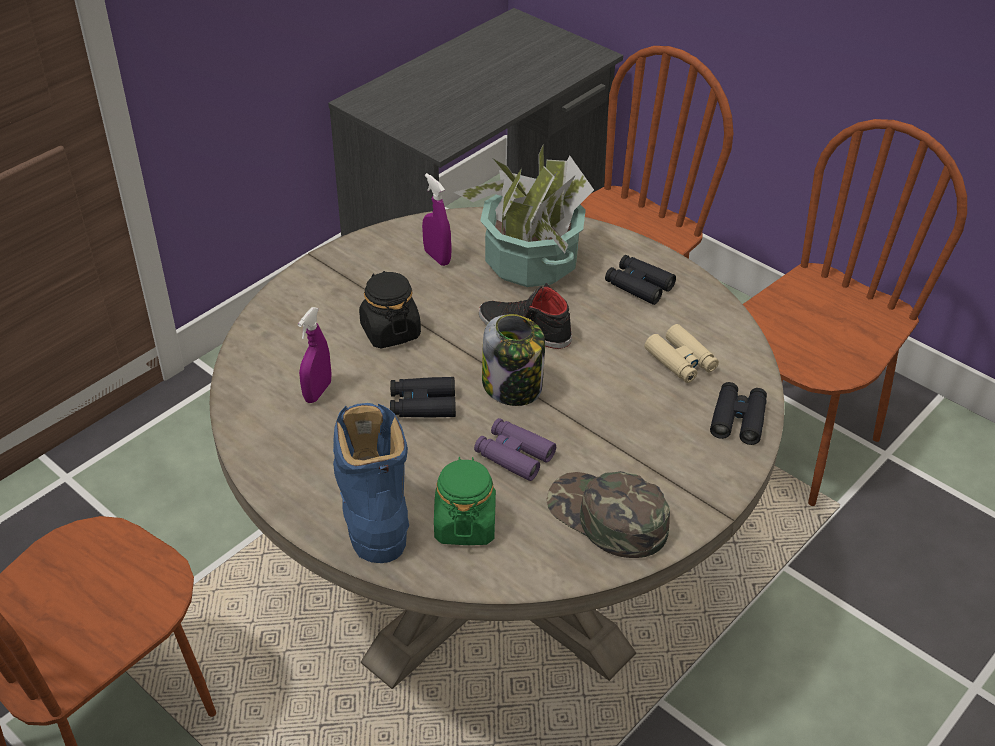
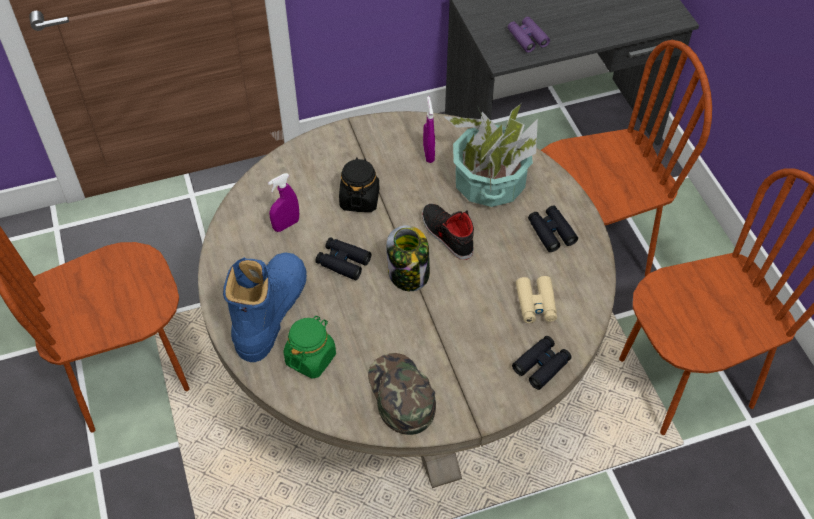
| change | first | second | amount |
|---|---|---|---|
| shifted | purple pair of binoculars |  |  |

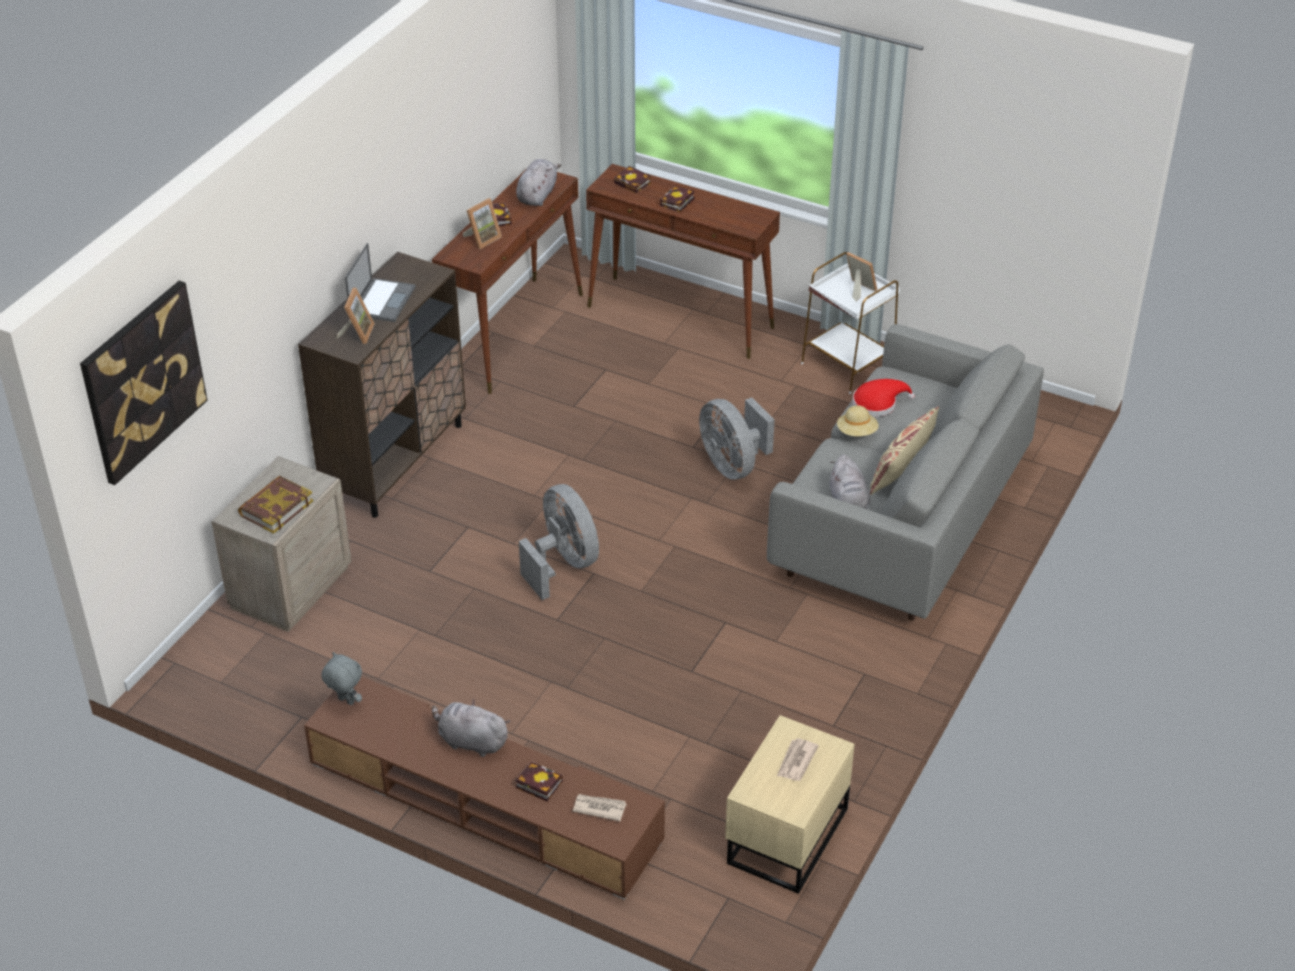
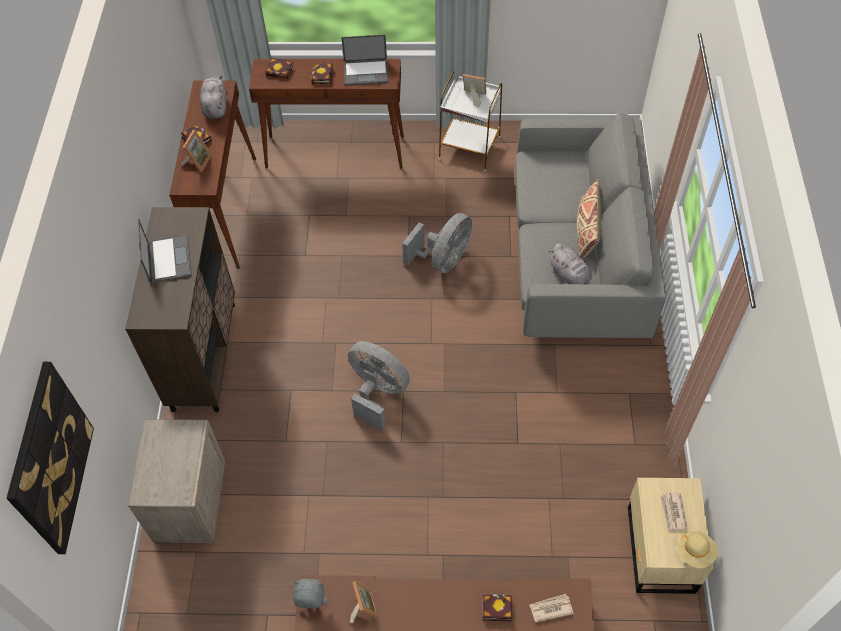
| change | first | second | amount |
|---|---|---|---|
| gone | volume (no. 1 from left) |  |  |
| gone | grey soft toy (no. 2 from left) |  |  |
| gone | red clothing hat |  |  |
| new |  | portable computer (no. 2 from left) |  |
| shifted | standing frame (no. 1 from left in the first image) | standing frame (no. 2 from left) |  |
| shifted | beige-coloured clothing hat |  |  |
| rotated | grey cooling fan (no. 2 from left) |  | 90 degrees counterclockwise |

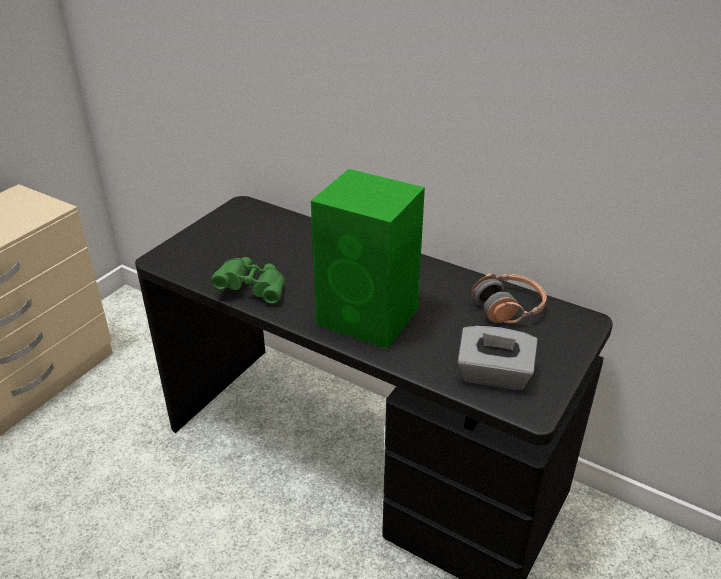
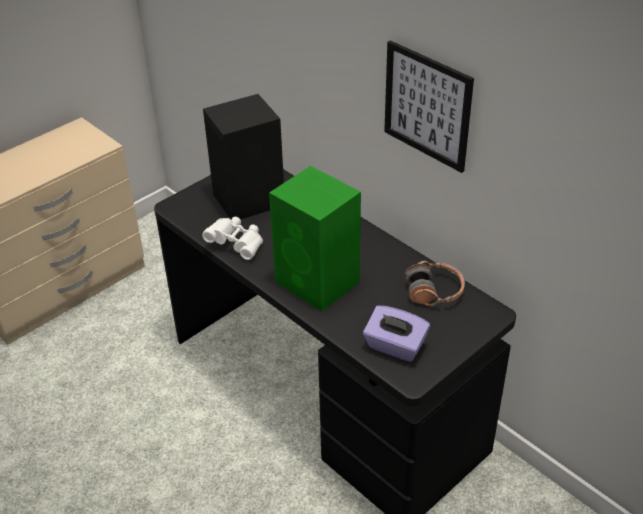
| change | first | second | amount |
|---|---|---|---|
| new |  | black-coloured speaker |  |
| new |  | wall art |  |
| repainted | green-coloured pair of binoculars | white-coloured pair of binoculars |  |
| repainted | grey tissue holder | purple tissue holder |  |

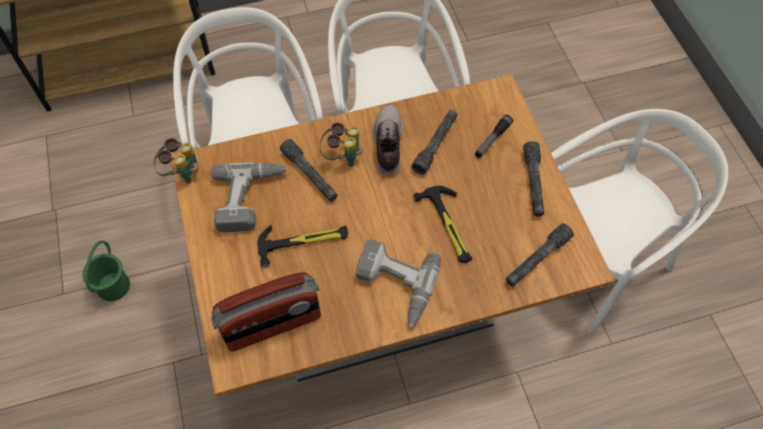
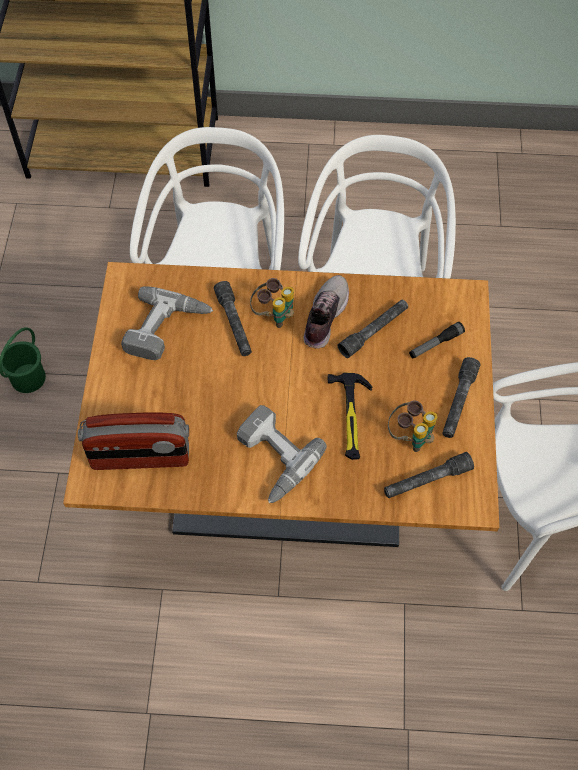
| change | first | second | amount |
|---|---|---|---|
| gone | tool hammer (no. 1 from left) |  |  |
| shifted | pair of binoculars (no. 1 from left in the first image) | pair of binoculars (no. 2 from left) |  |

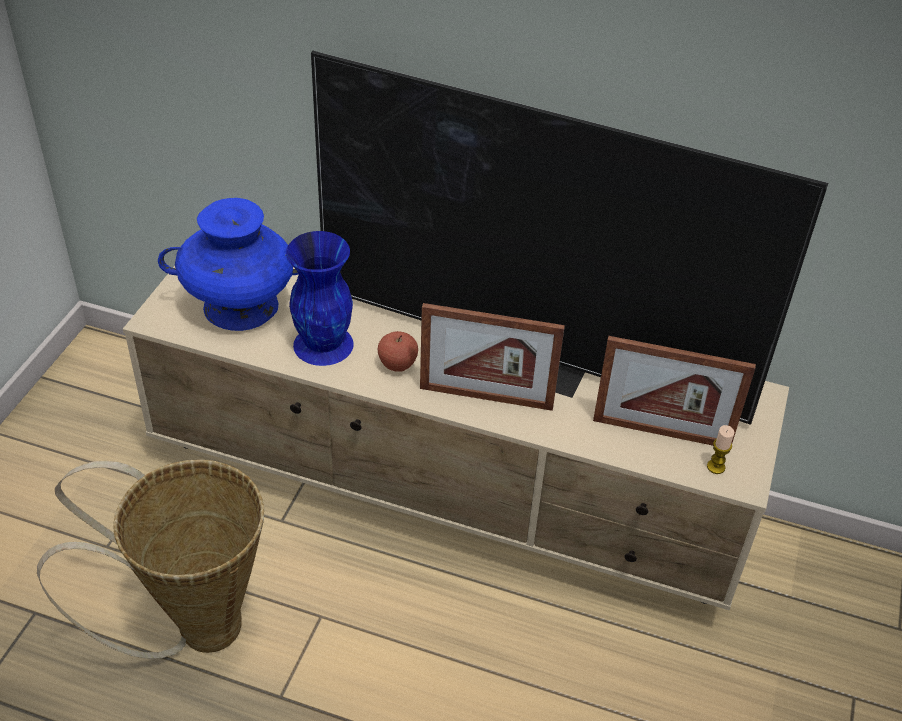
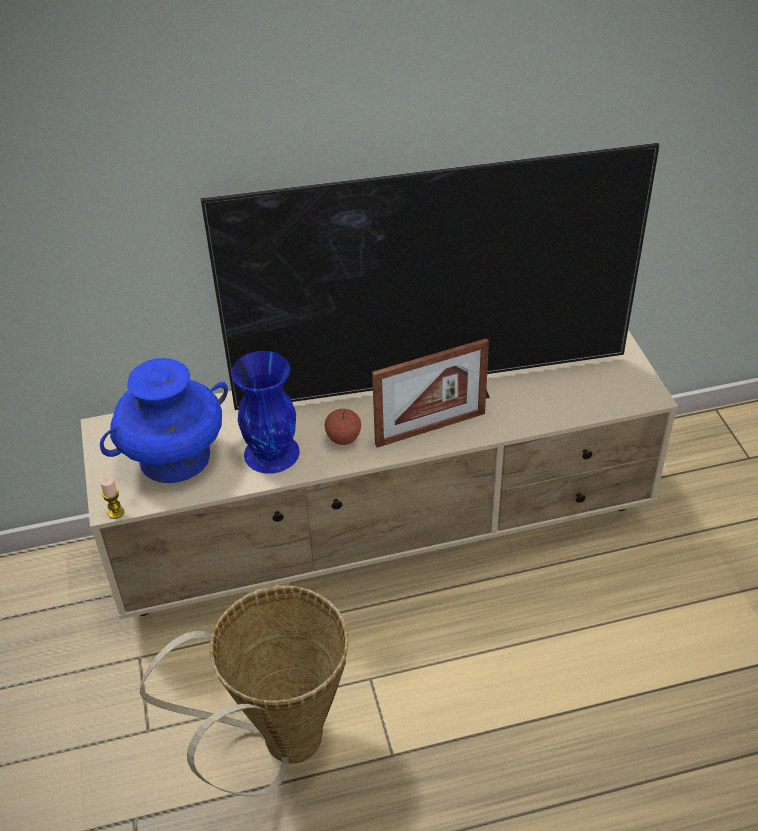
| change | first | second | amount |
|---|---|---|---|
| gone | standing frame (no. 2 from left) |  |  |
| shifted | wax light |  |  |

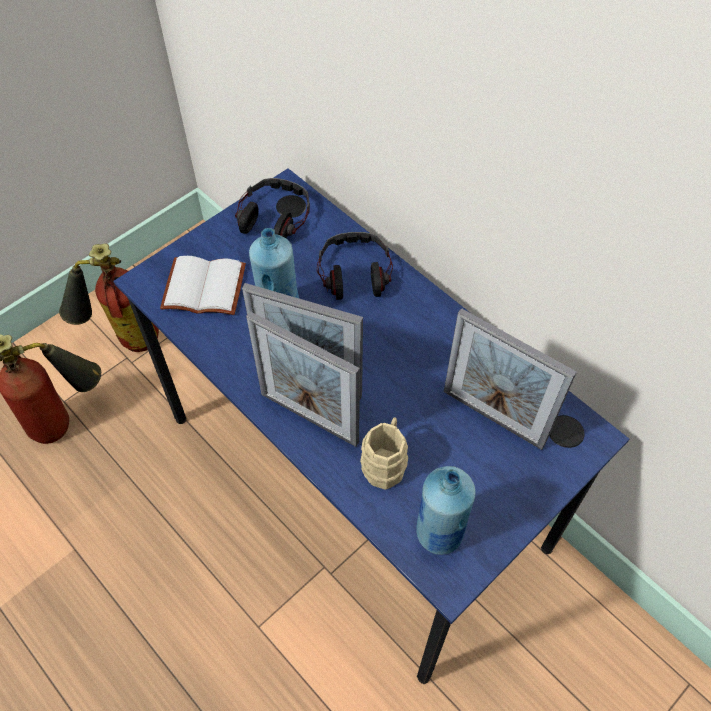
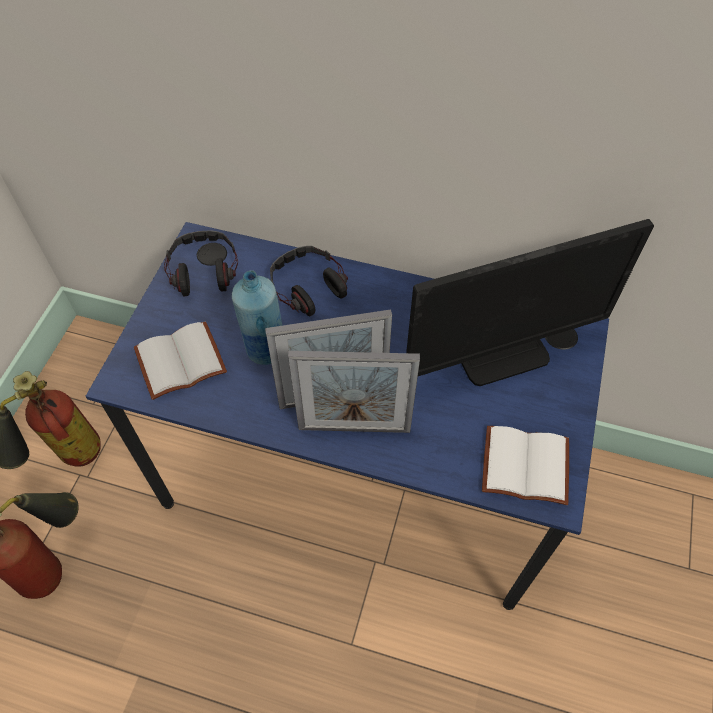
| change | first | second | amount |
|---|---|---|---|
| gone | beige-coloured coffee mug |  |  |
| swapped | blue-coloured drink bottle (no. 2 from left) | white-coloured volume (no. 2 from left) |  |
| swapped | standing frame (no. 3 from left) | monitor |  |

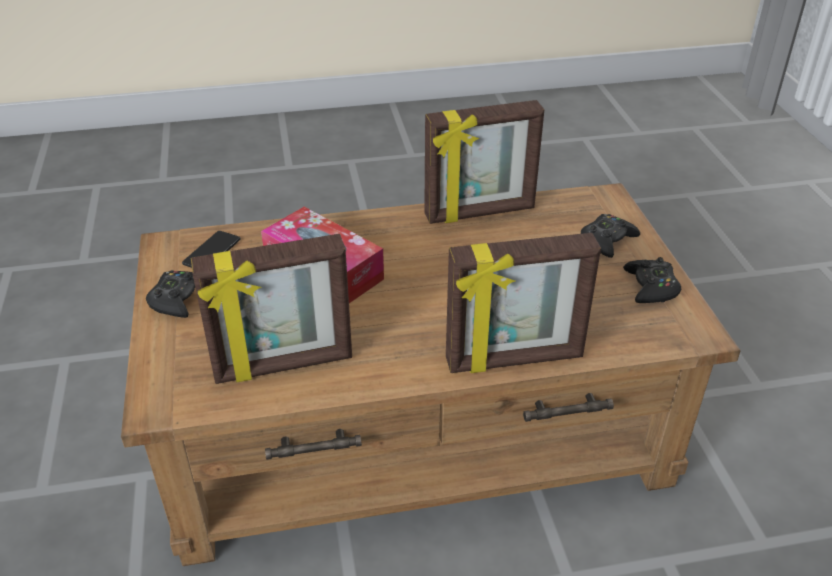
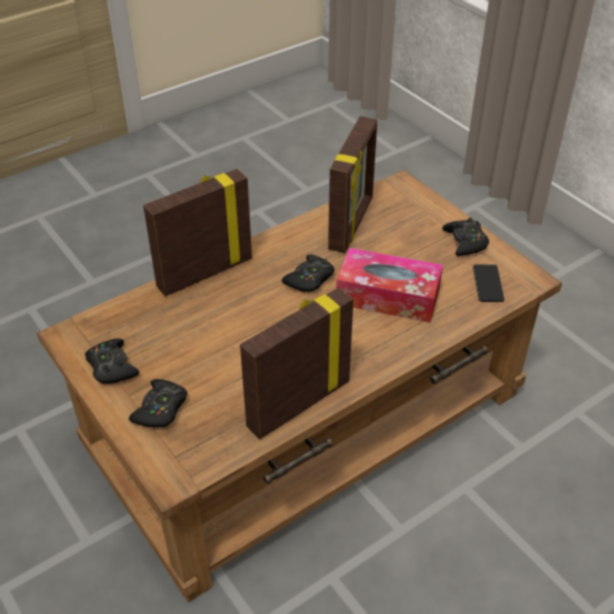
| change | first | second | amount |
|---|---|---|---|
| new |  | black-coloured joypad (no. 3 from left) |  |
| rotated | standing frame (no. 1 from left in the first image) | standing frame (no. 3 from left) | 150 degrees clockwise |

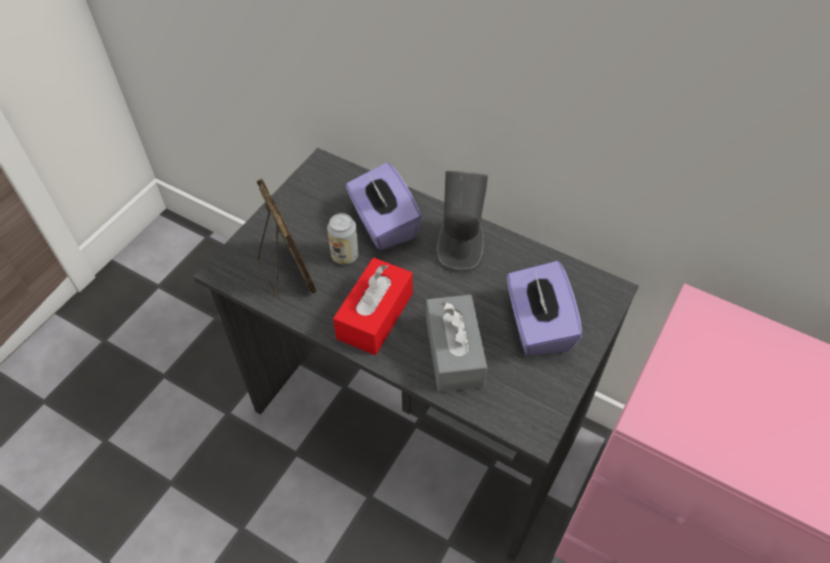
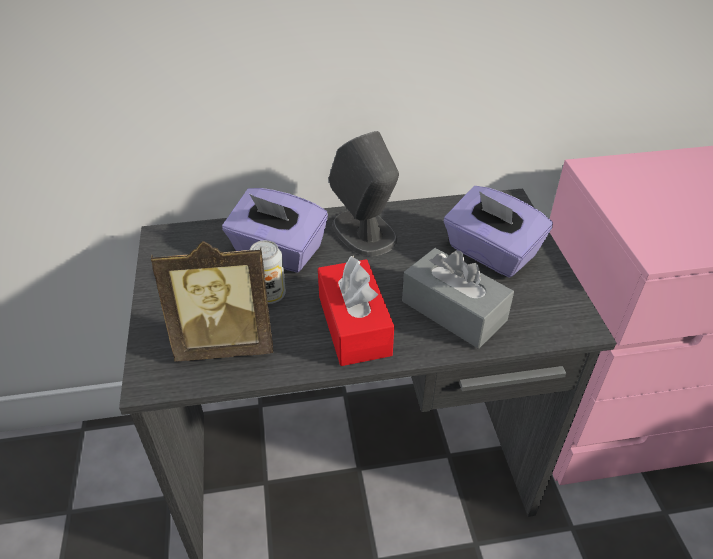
| change | first | second | amount |
|---|---|---|---|
| rotated | standing frame |  | 150 degrees clockwise |

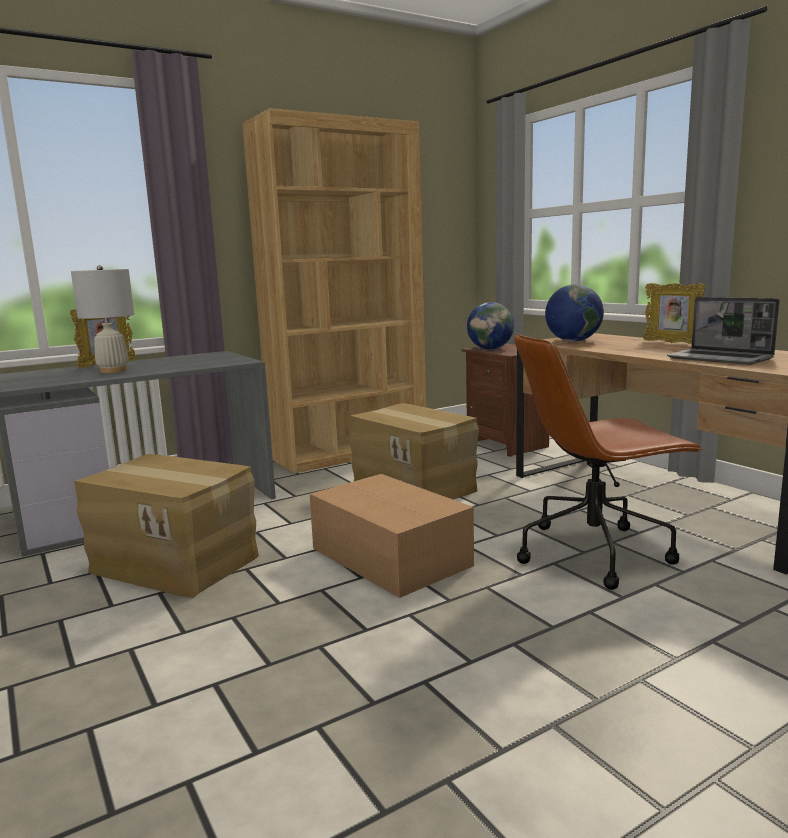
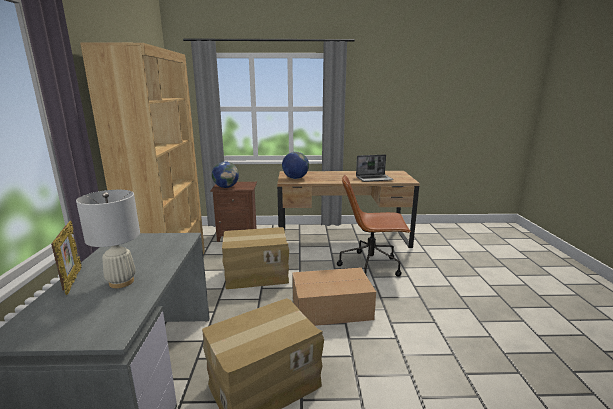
| change | first | second | amount |
|---|---|---|---|
| gone | standing frame (no. 2 from left) |  |  |
| rotated | brownish computer chair |  | 75 degrees clockwise |

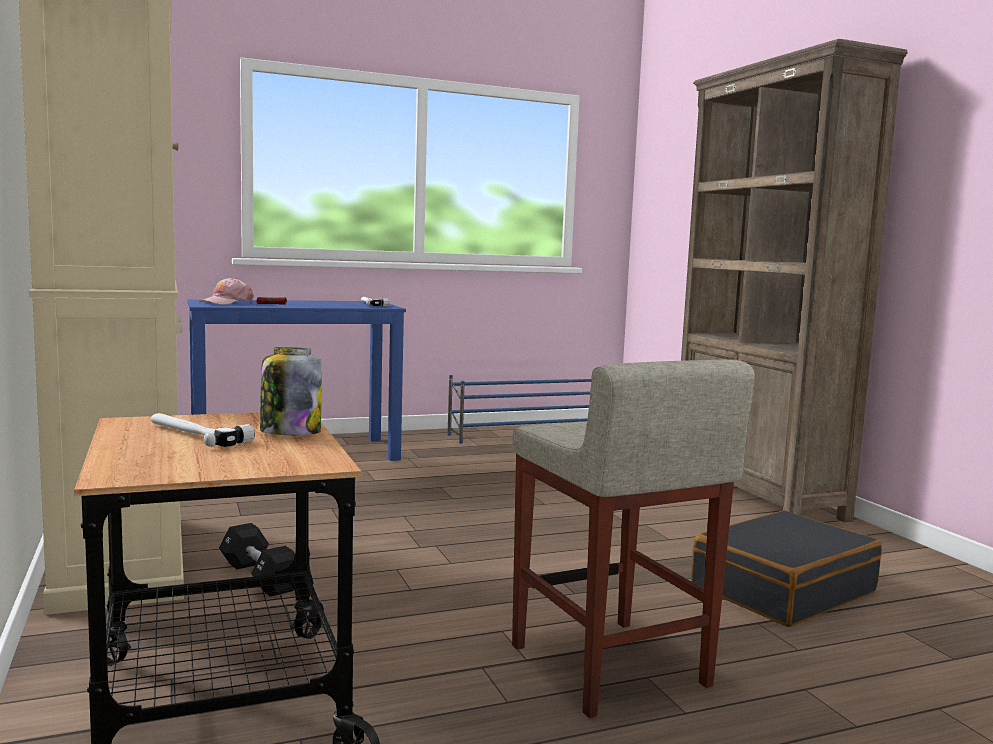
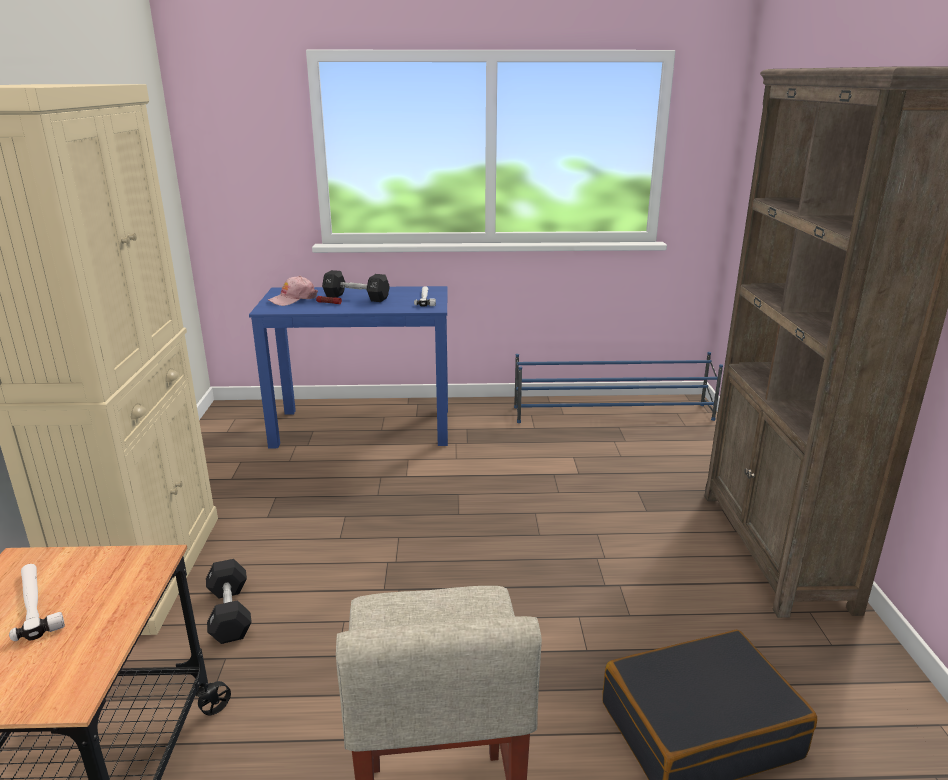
| change | first | second | amount |
|---|---|---|---|
| gone | jar |  |  |
| new |  | black-coloured free weight (no. 2 from left) |  |

